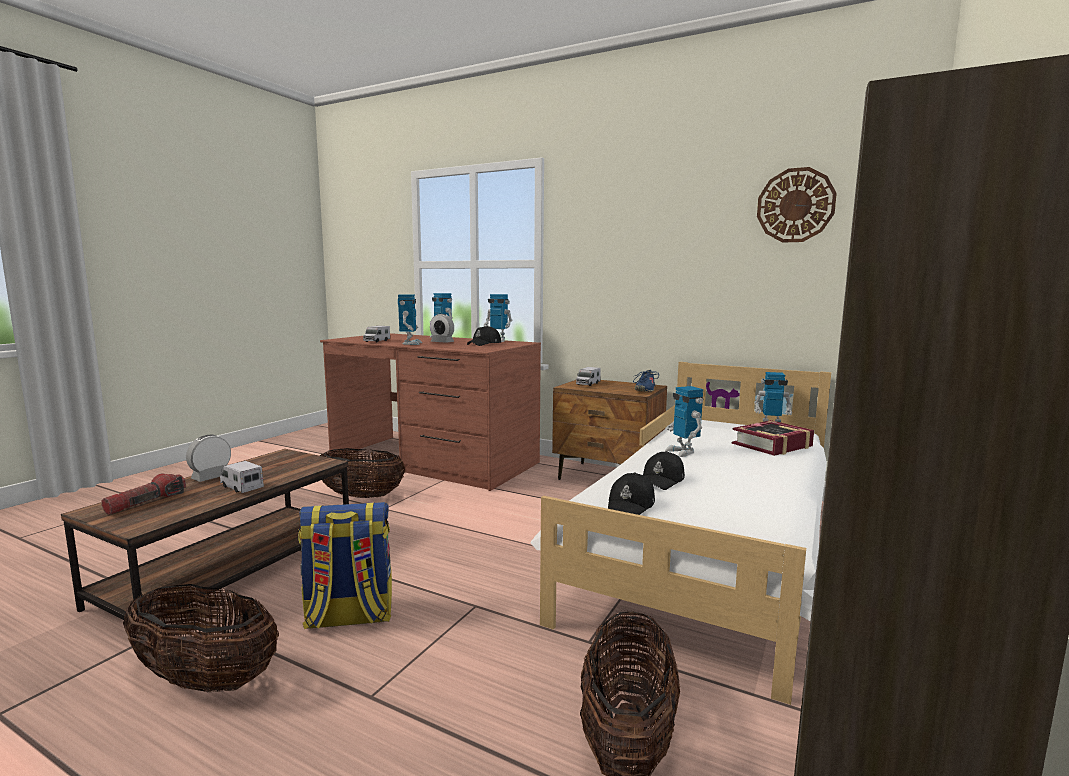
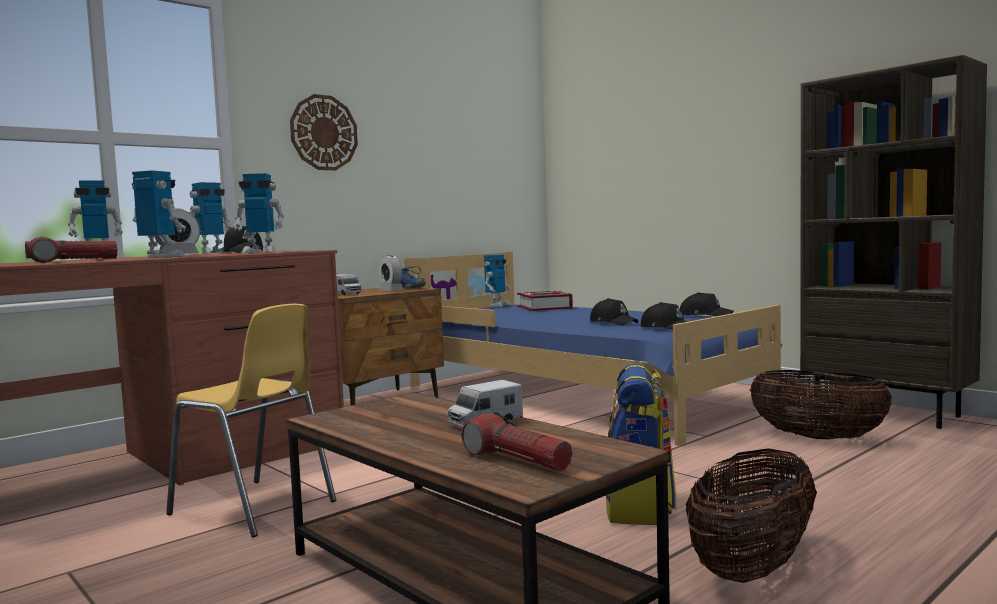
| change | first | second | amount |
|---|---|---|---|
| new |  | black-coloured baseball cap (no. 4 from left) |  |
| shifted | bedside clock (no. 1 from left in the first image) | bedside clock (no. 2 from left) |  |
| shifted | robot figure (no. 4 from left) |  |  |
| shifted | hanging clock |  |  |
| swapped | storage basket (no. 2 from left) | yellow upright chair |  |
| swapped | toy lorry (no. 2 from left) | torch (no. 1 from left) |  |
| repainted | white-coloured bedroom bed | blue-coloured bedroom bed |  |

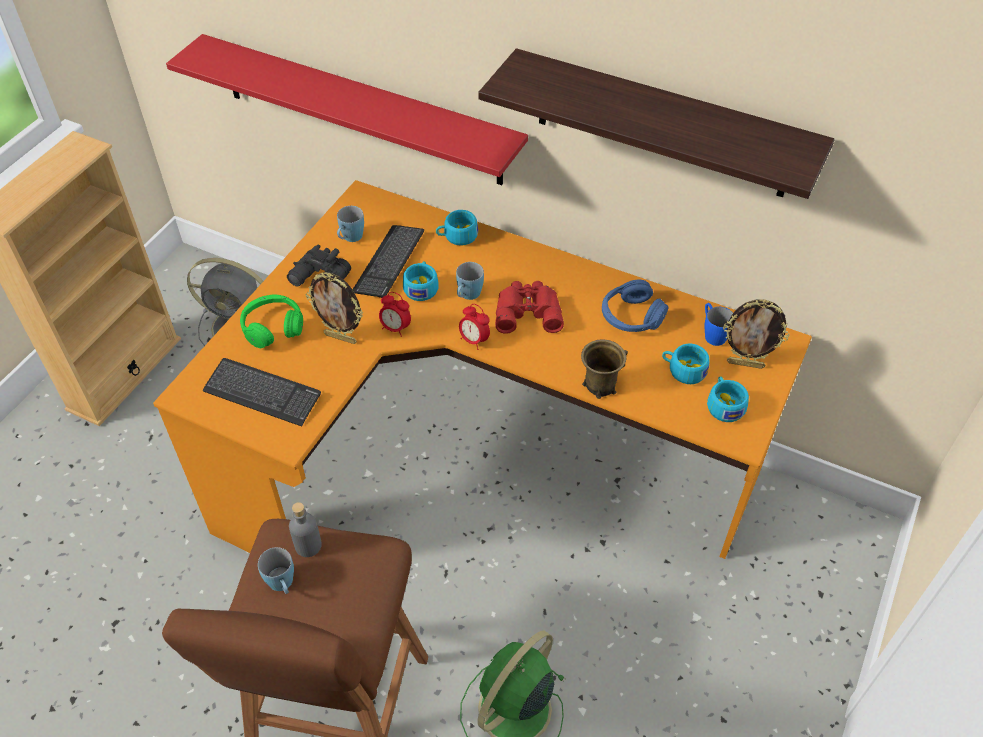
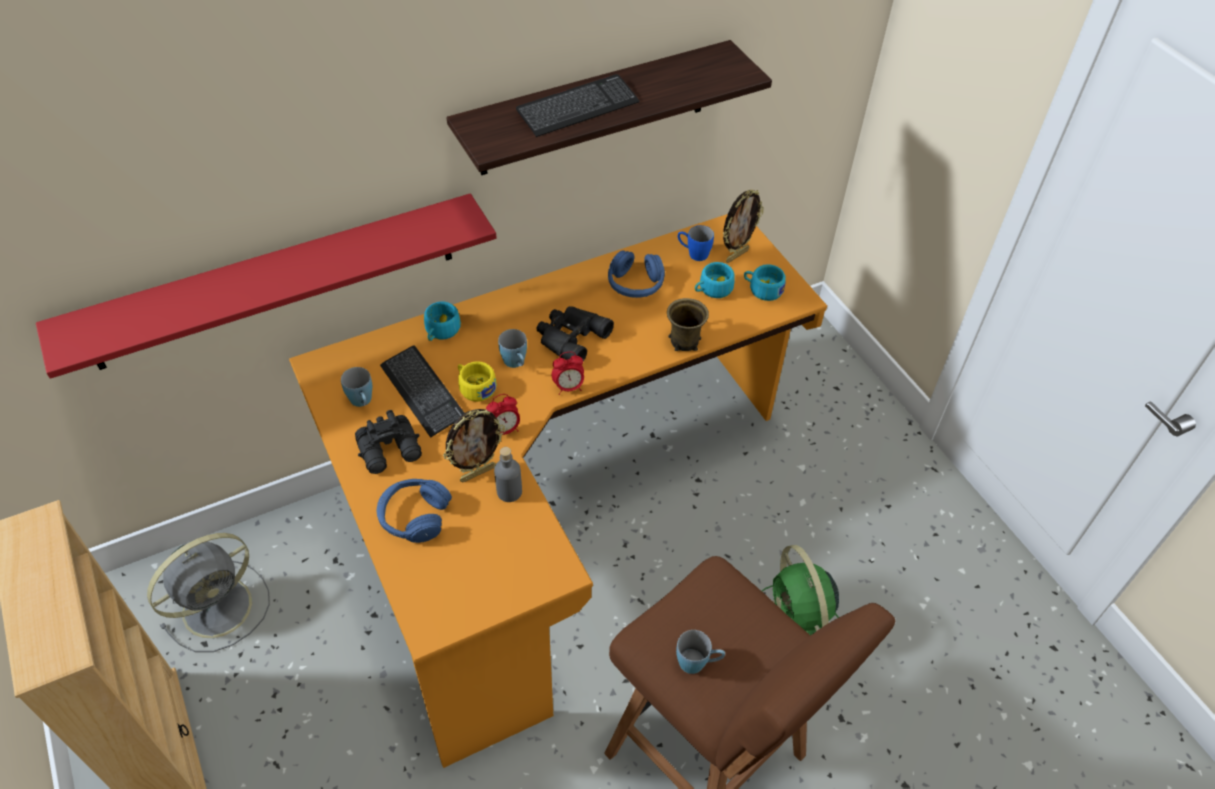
| change | first | second | amount |
|---|---|---|---|
| shifted | computer keyboard (no. 1 from left in the first image) | computer keyboard (no. 2 from left) |  |
| shifted | grey drink bottle |  |  |
| repainted | green-coloured headset | blue-coloured headset (no. 1 from left) |  |
| repainted | turquoise drinking cup (no. 1 from left) | yellow drinking cup |  |
| repainted | red pair of binoculars | black-coloured pair of binoculars (no. 2 from left) |  |

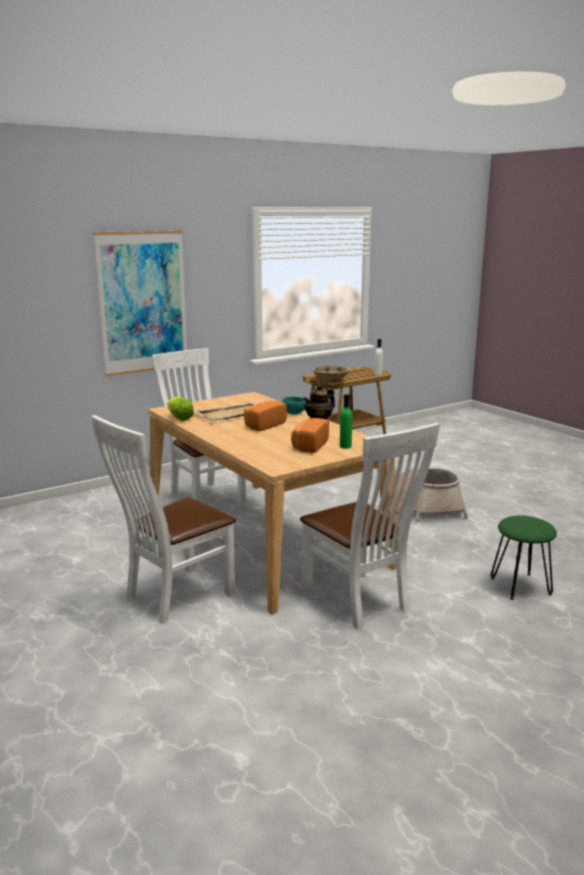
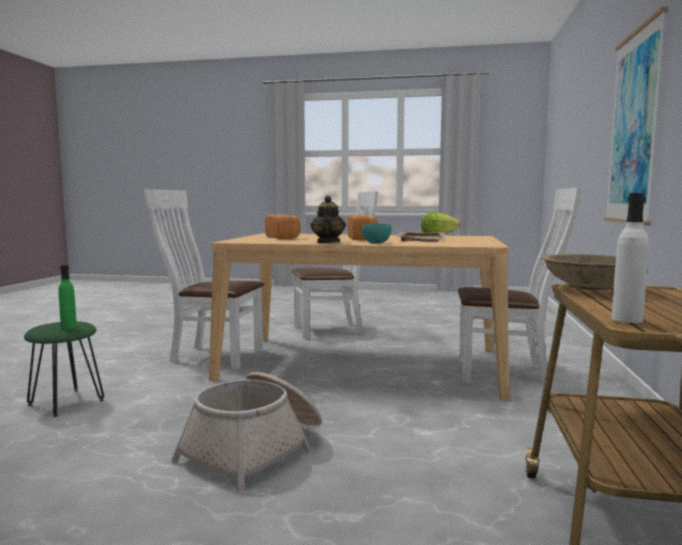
| change | first | second | amount |
|---|---|---|---|
| shifted | green-coloured drink bottle |  |  |
| rotated | white-coloured upright chair (no. 1 from left in the first image) | white-coloured upright chair (no. 2 from left) | 75 degrees clockwise |

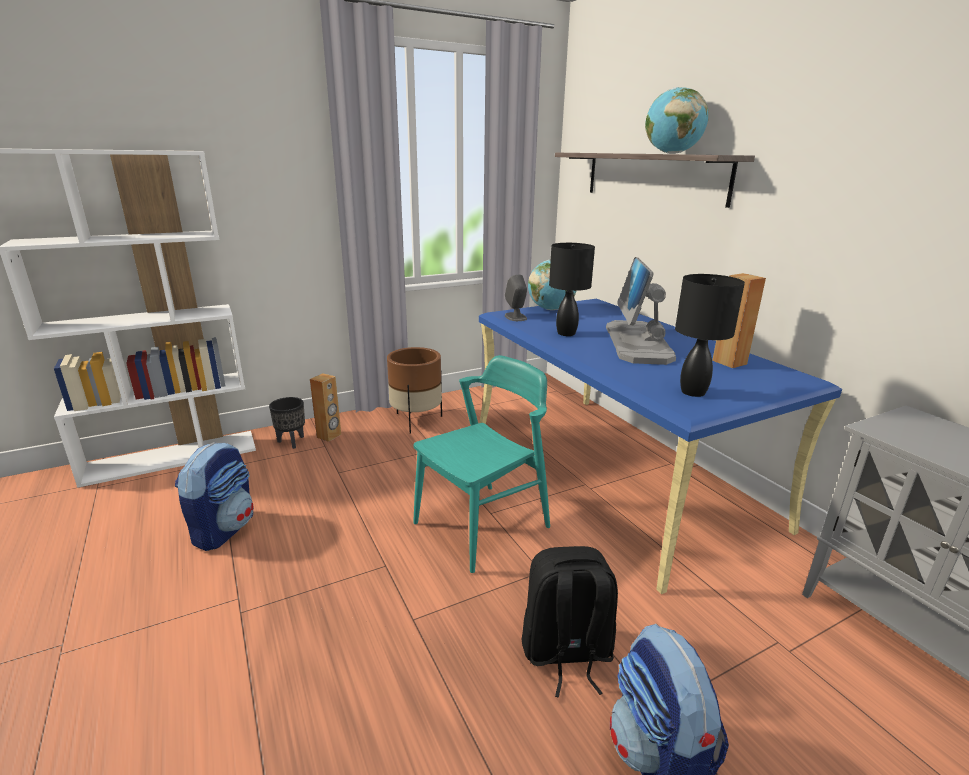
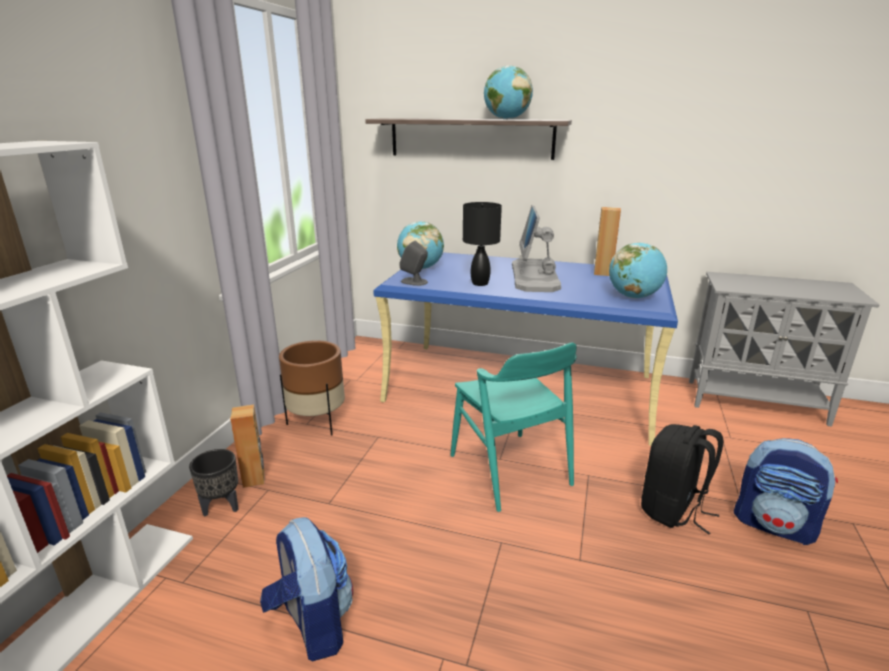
| change | first | second | amount |
|---|---|---|---|
| swapped | black-coloured table lamp (no. 2 from left) | globe (no. 3 from left) |  |
| rotated | turquoise upright chair |  | 150 degrees clockwise |
| rotated | monitor |  | 45 degrees clockwise |

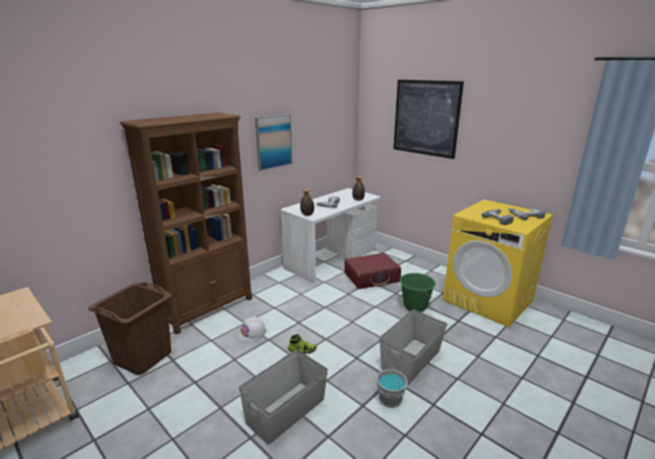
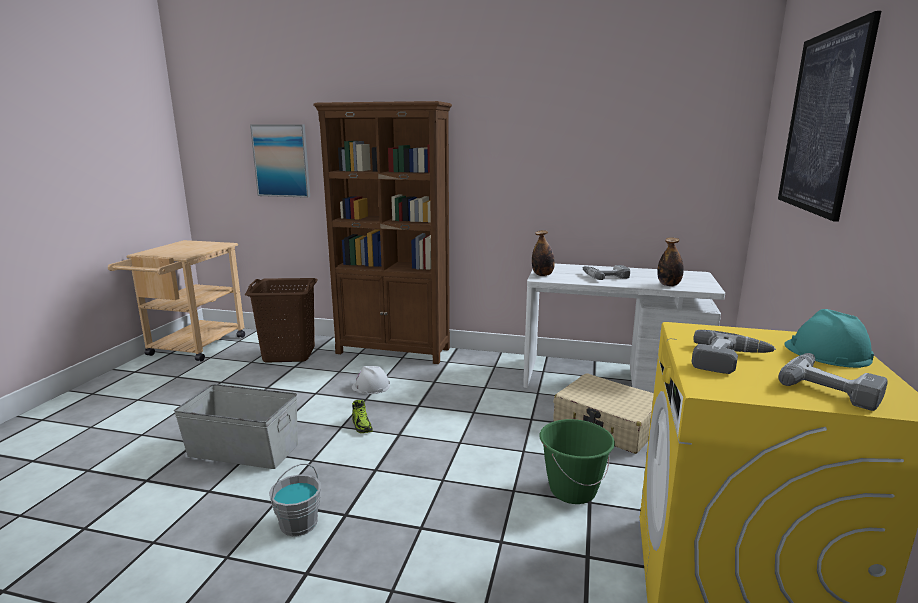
| change | first | second | amount |
|---|---|---|---|
| gone | grey storage box (no. 2 from left) |  |  |
| new |  | turquoise work helmet |  |
| shifted | wall art (no. 1 from left) |  |  |
| repainted | red travel case | beige-coloured travel case |  |

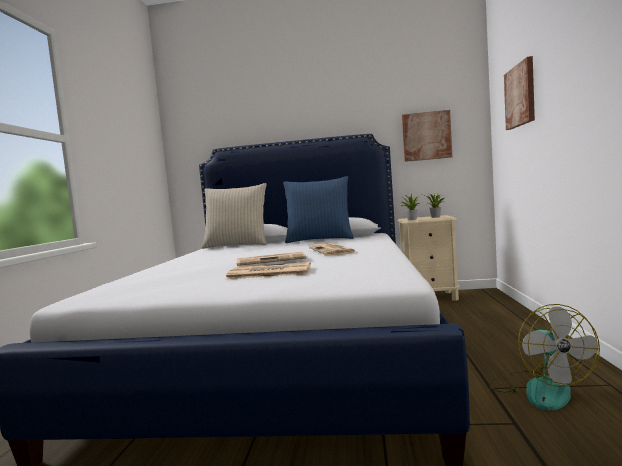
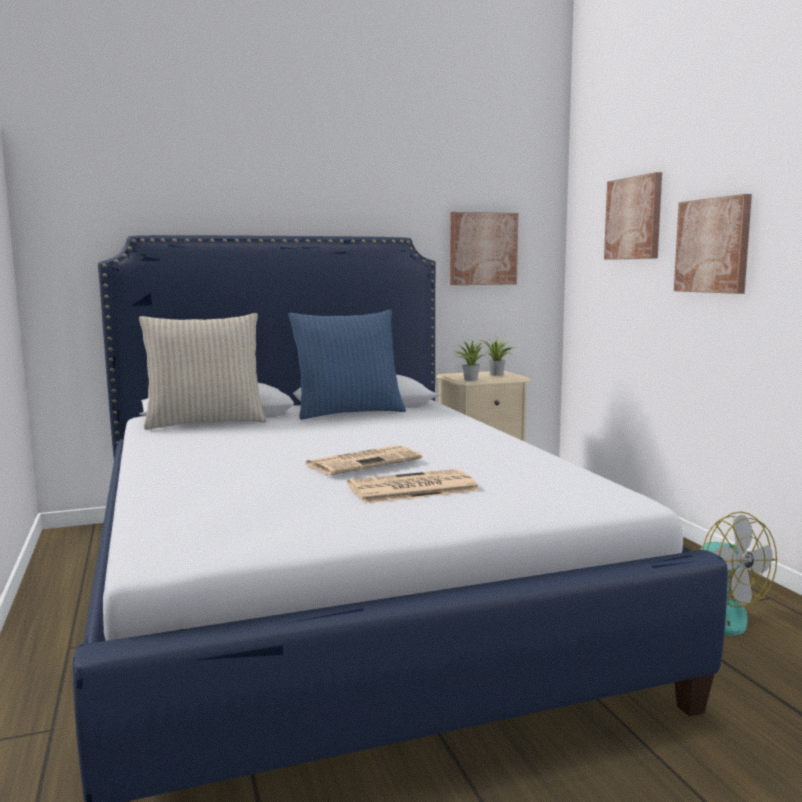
| change | first | second | amount |
|---|---|---|---|
| gone | daily paper (no. 3 from left) |  |  |
| new |  | wall art (no. 3 from left) |  |

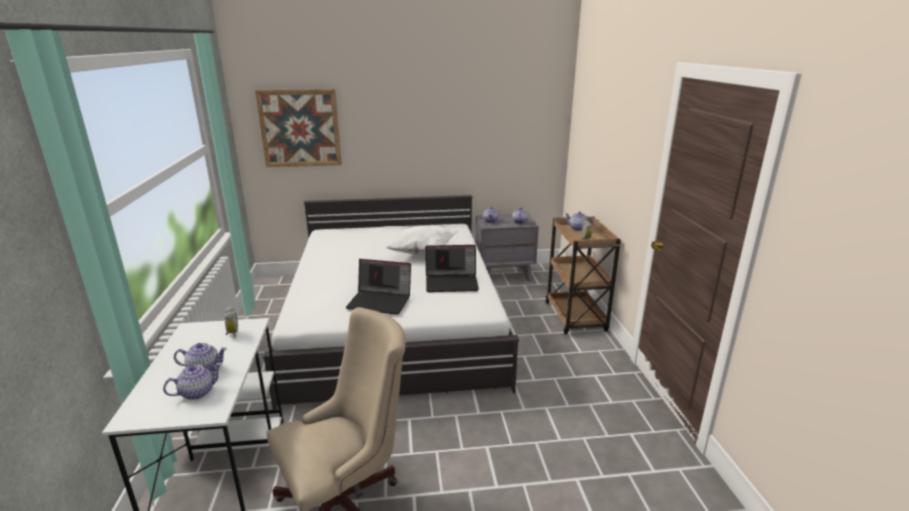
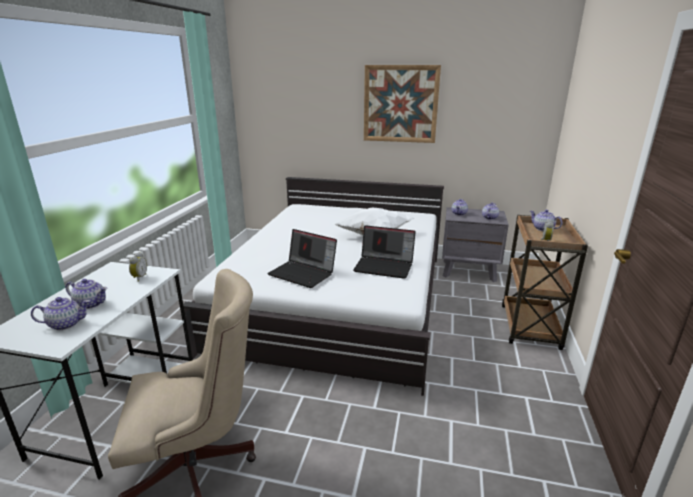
| change | first | second | amount |
|---|---|---|---|
| shifted | wall art |  |  |

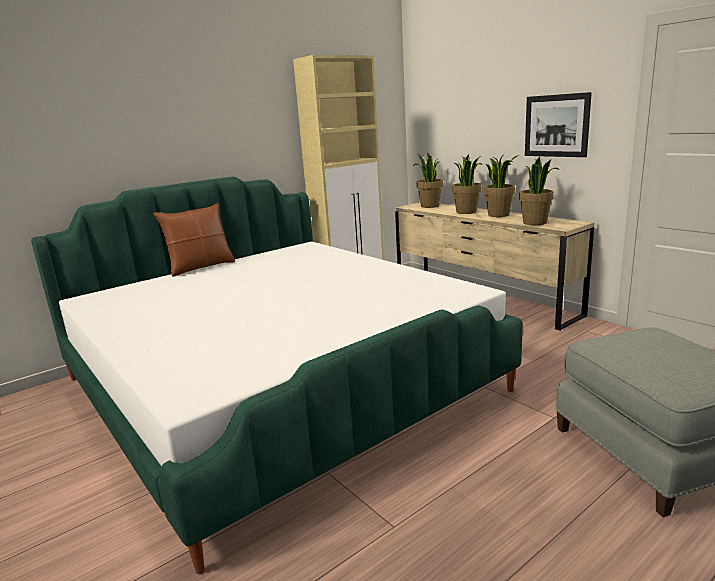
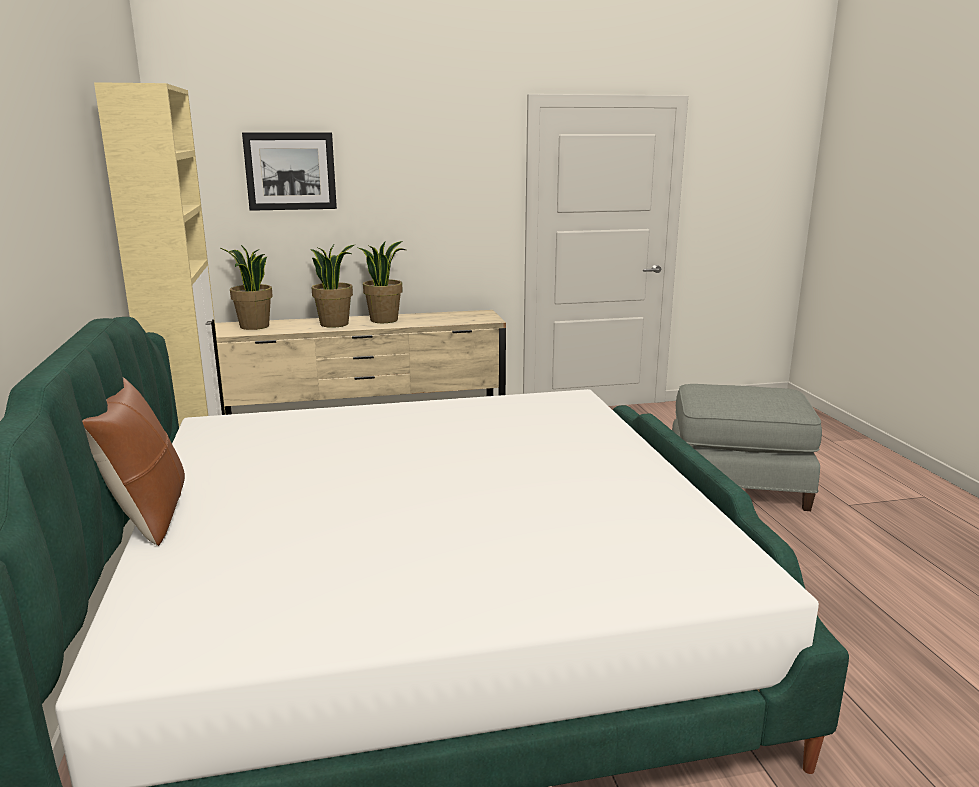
| change | first | second | amount |
|---|---|---|---|
| gone | houseplant (no. 4 from left) |  |  |
| shifted | wall art |  |  |

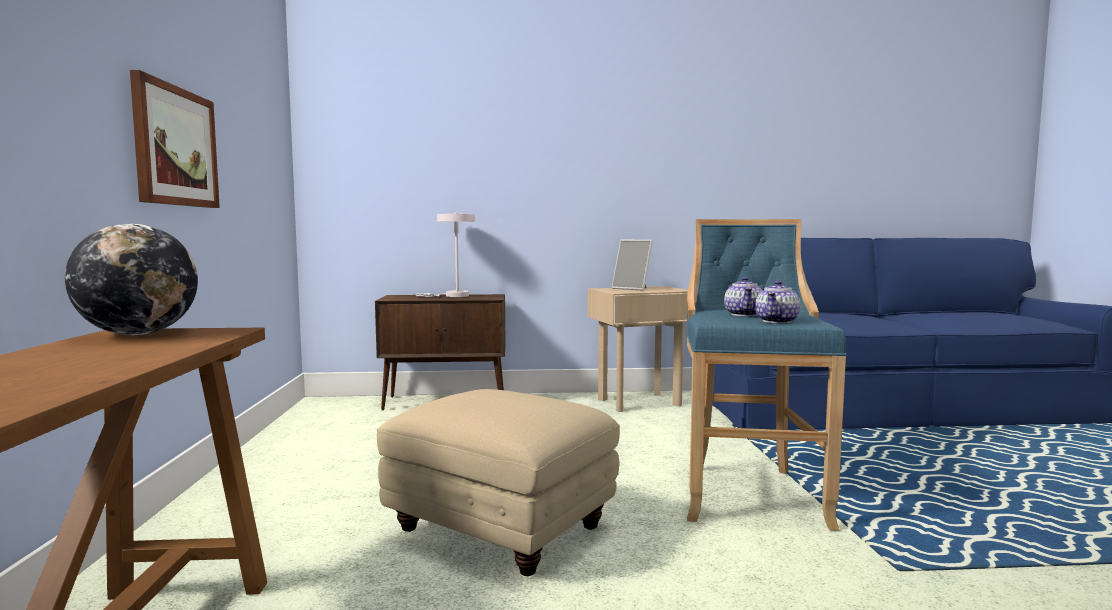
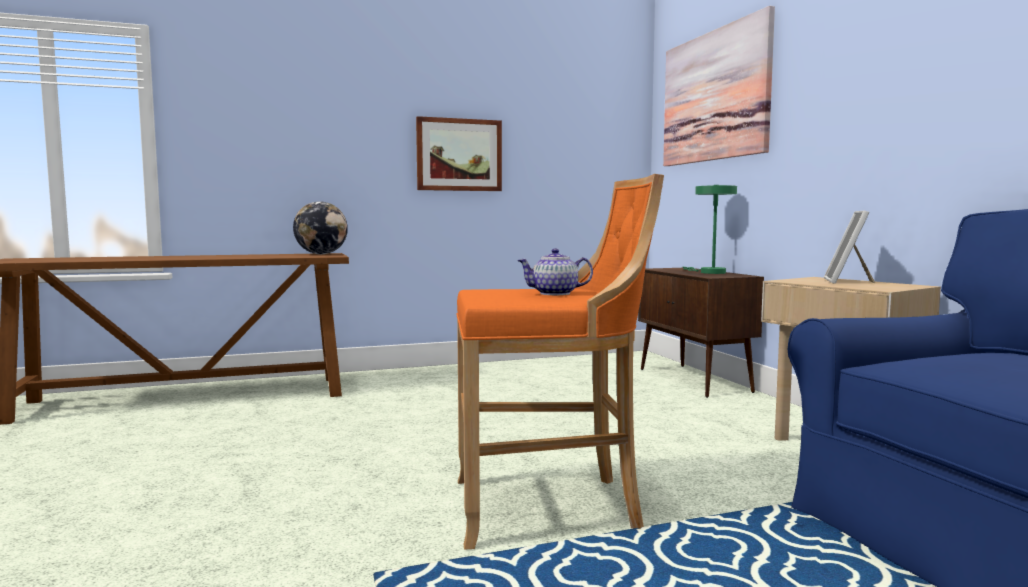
| change | first | second | amount |
|---|---|---|---|
| gone | beige-coloured pouffe |  |  |
| gone | pot for tea (no. 2 from left) |  |  |
| new |  | wall art (no. 2 from left) |  |
| repainted | white-coloured table lamp | green-coloured table lamp |  |
| repainted | blue-coloured sitting stool | orange-coloured sitting stool |  |

